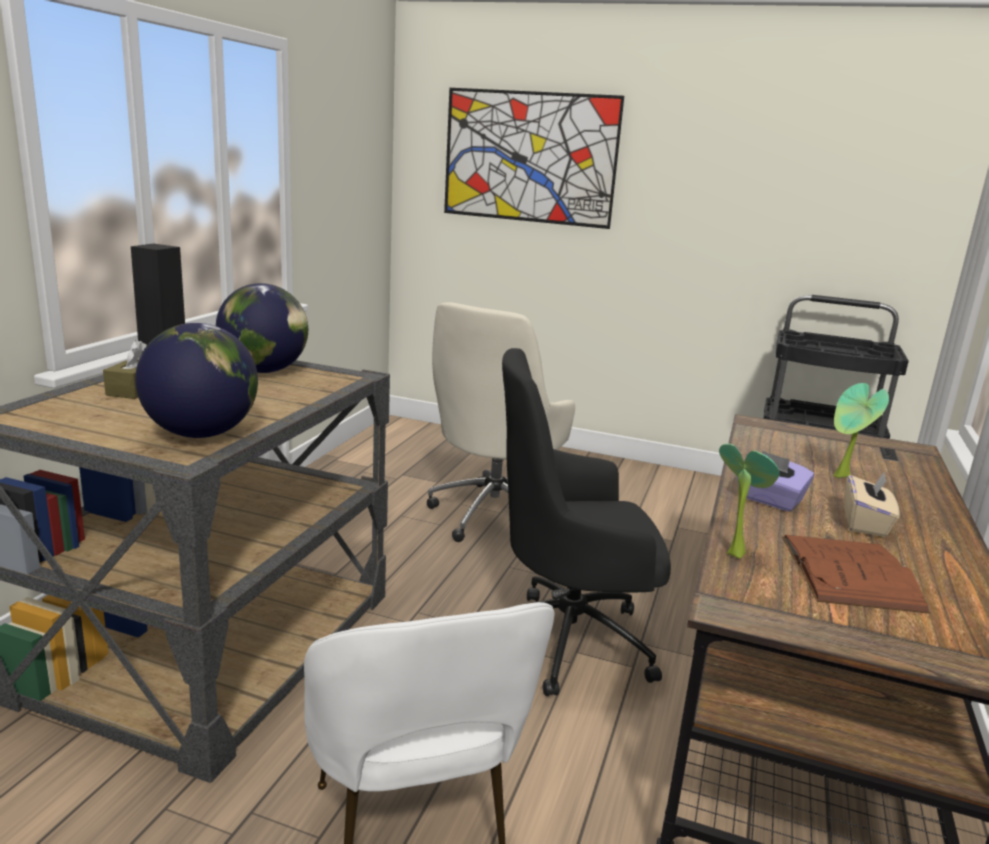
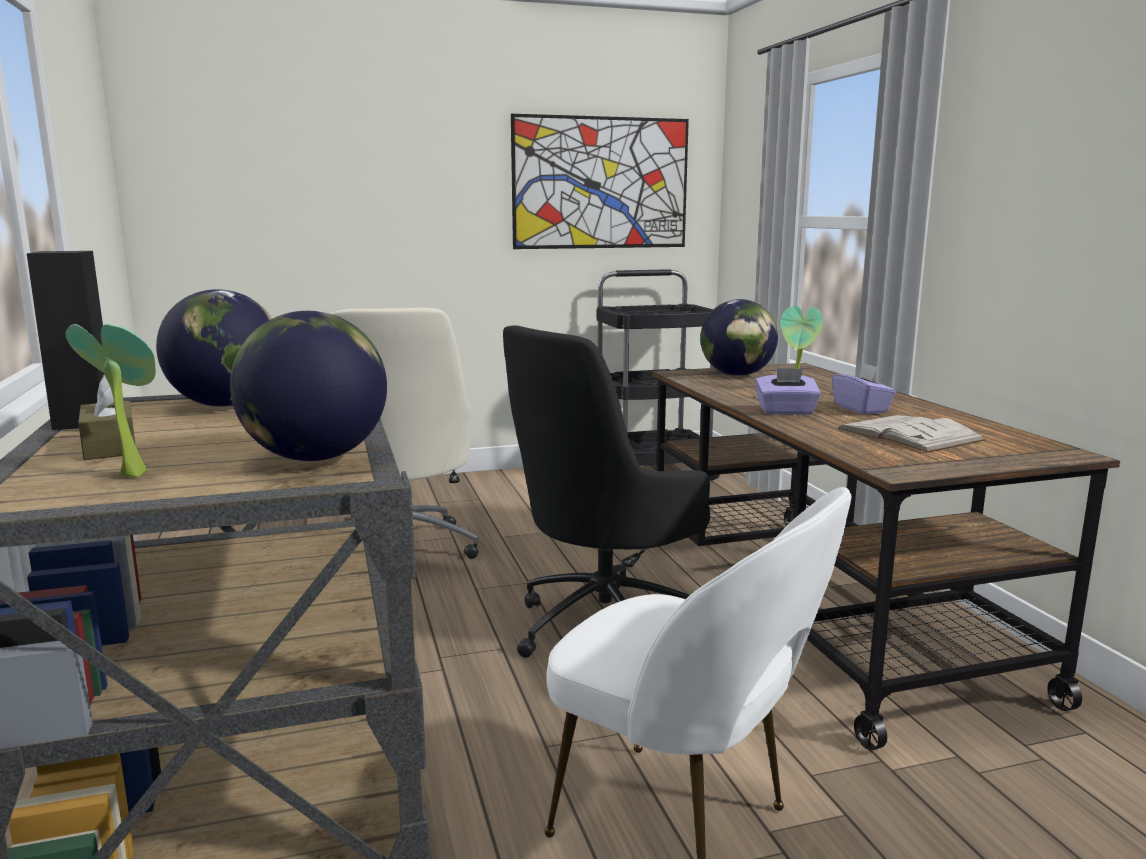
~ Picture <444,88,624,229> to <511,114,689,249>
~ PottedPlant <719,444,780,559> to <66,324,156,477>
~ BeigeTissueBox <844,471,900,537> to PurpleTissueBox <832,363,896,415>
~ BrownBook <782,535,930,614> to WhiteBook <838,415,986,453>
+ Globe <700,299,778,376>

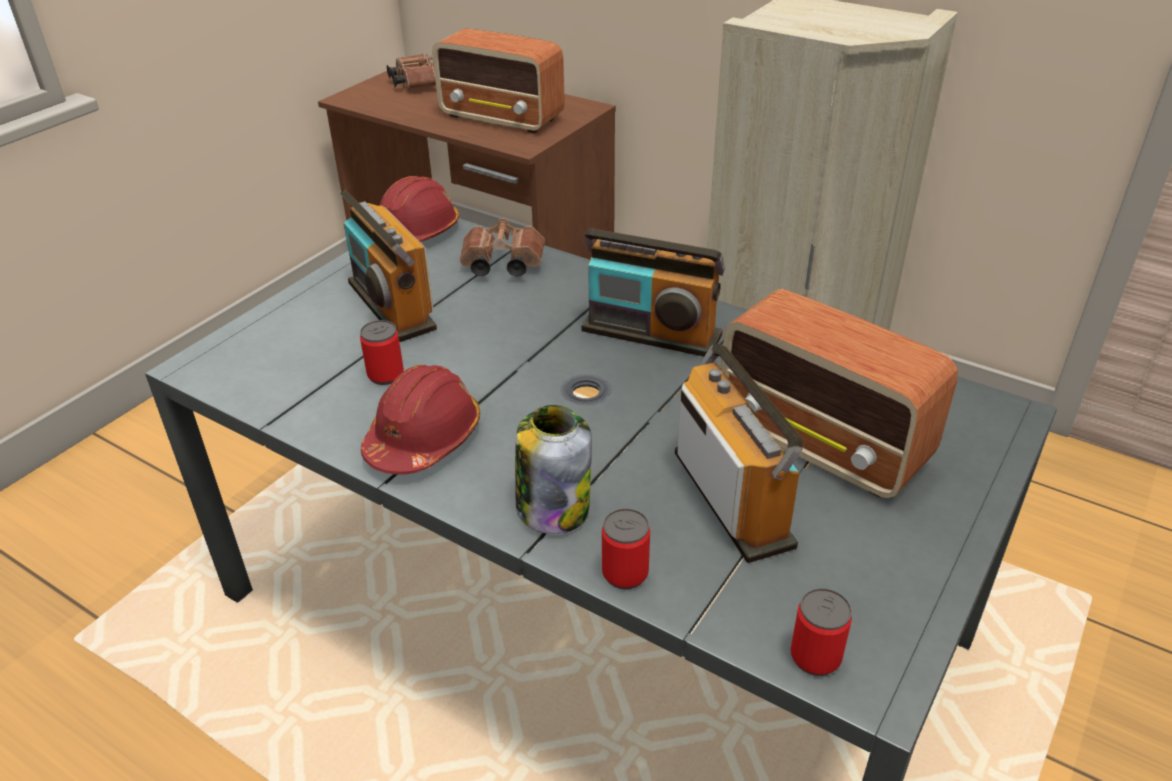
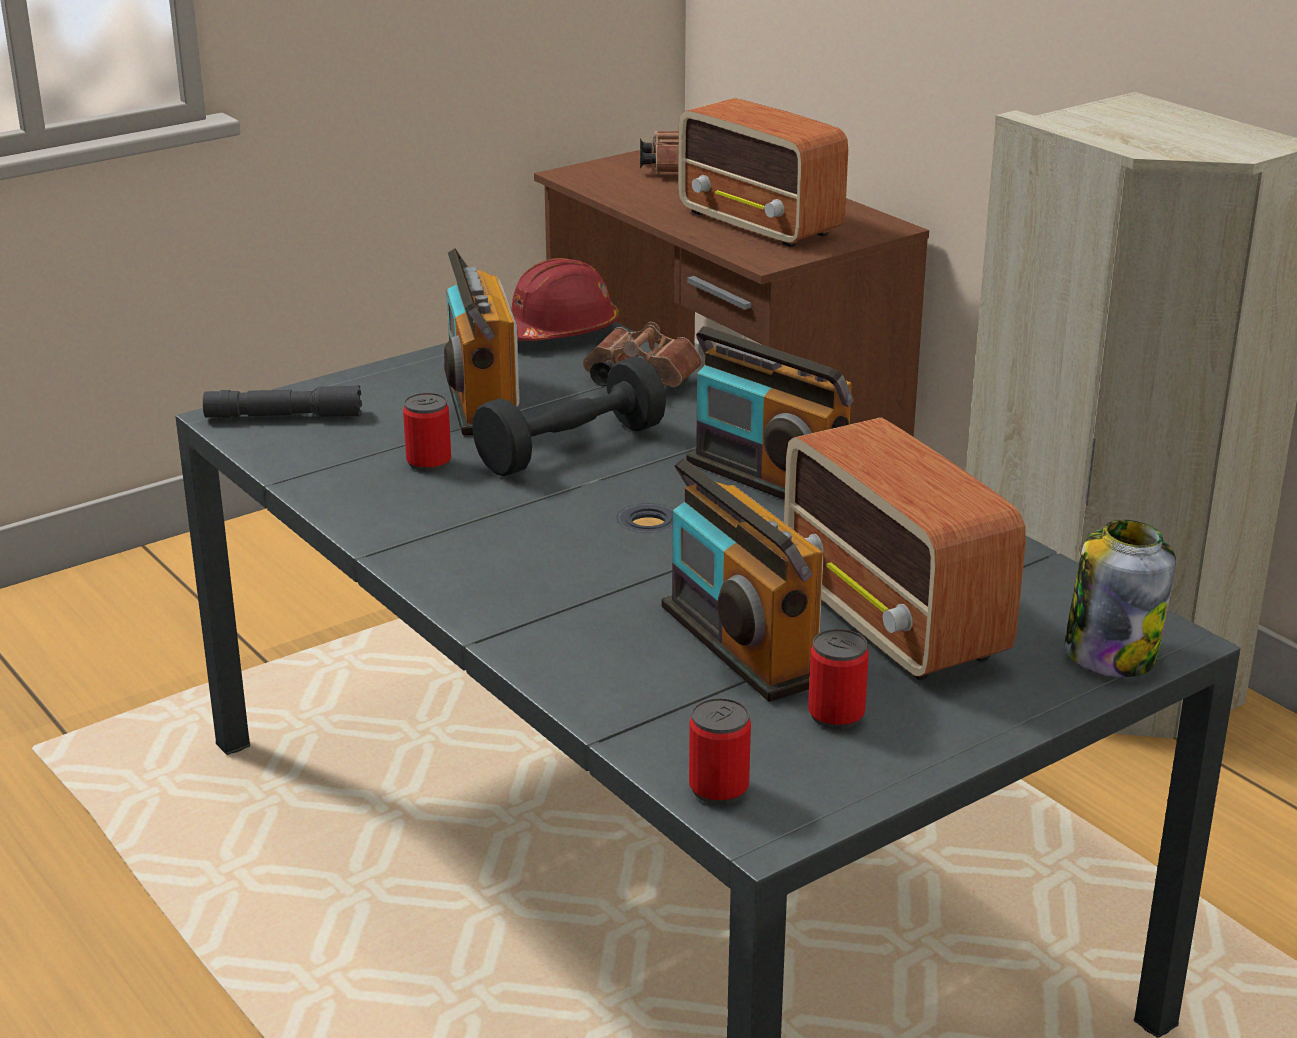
~ Radio <675,343,803,563> = <662,458,823,702> 150 degrees clockwise
- RedHardHat <361,365,480,475>
~ Jar <515,405,592,534> to <1065,520,1176,677>
~ Can <602,508,650,589> to <808,629,869,729>
+ BlackDumbbell <472,357,666,476>
+ GreyFlashlight <203,385,362,418>

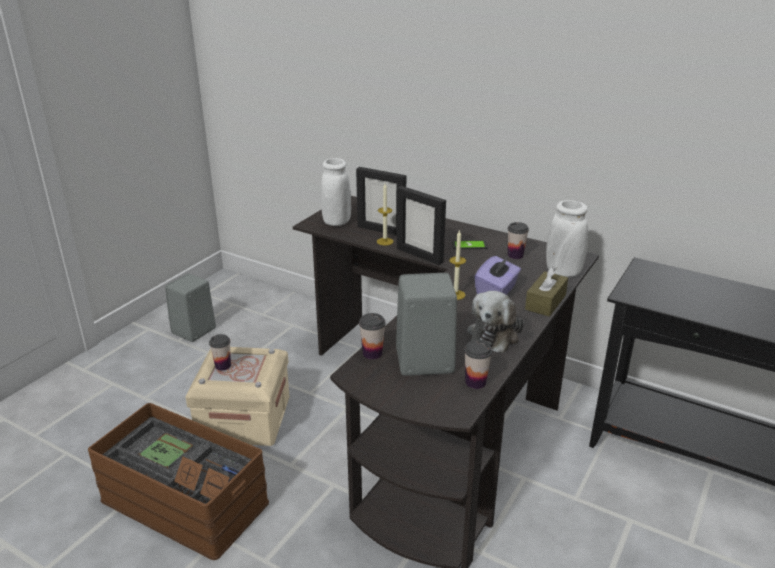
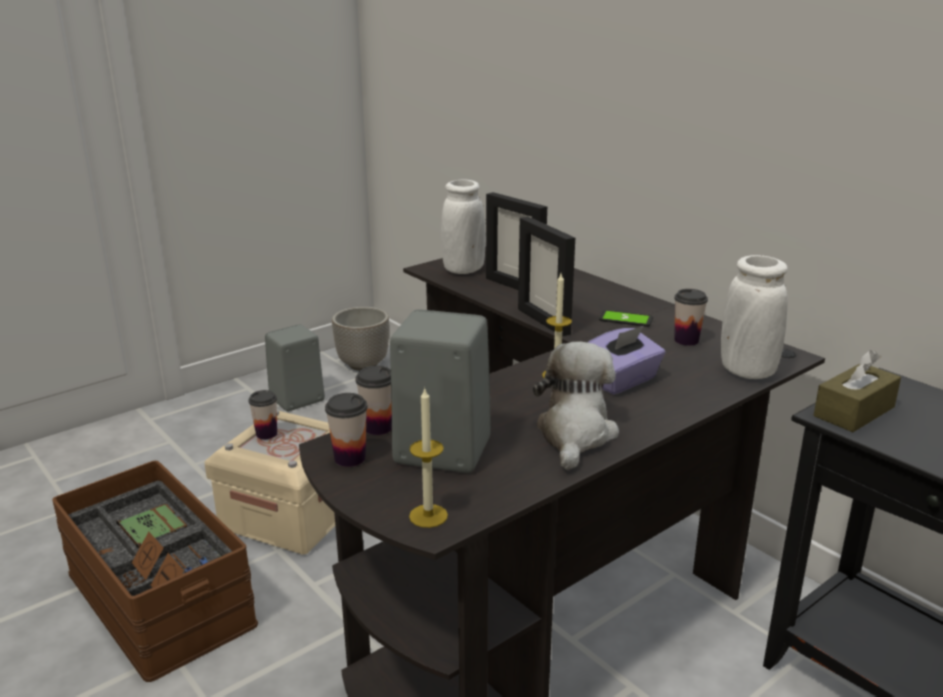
~ Candle <377,184,394,246> to <409,389,448,528>
~ BrownTissueBox <525,266,568,317> to <814,350,901,432>
~ PlushToy <467,291,524,353> = <533,341,619,470> 150 degrees clockwise
~ Cup <464,340,492,389> to <325,393,368,467>
+ Planter <332,307,389,371>

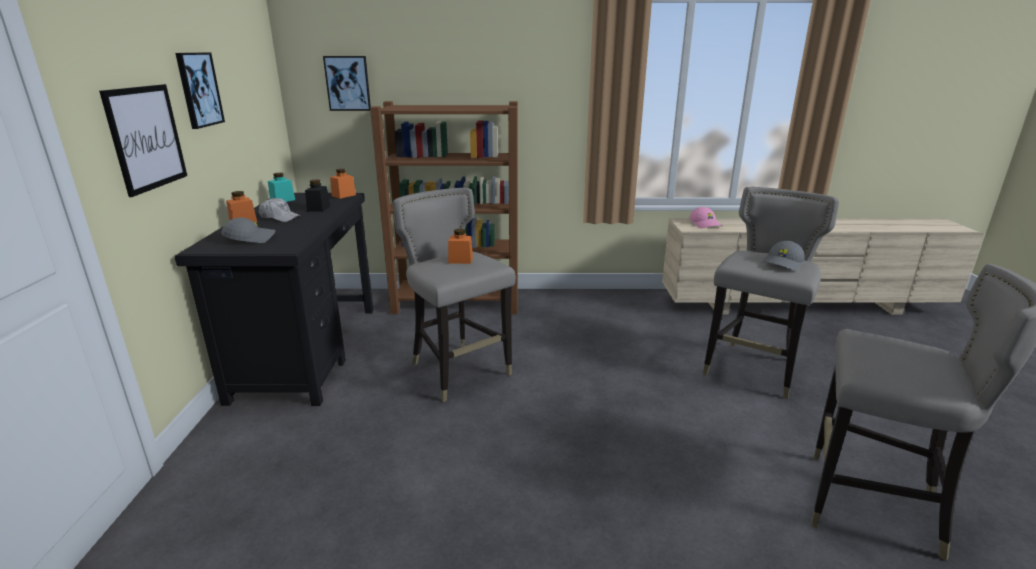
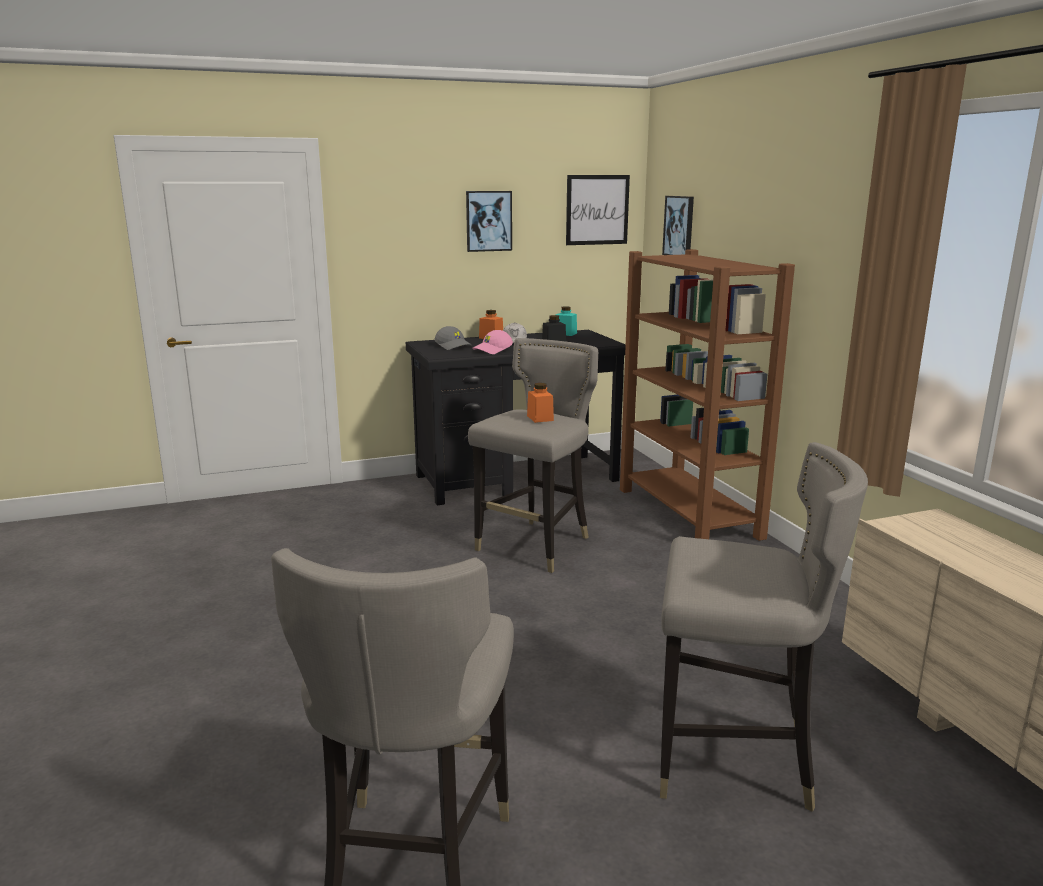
~ Picture <99,84,187,197> to <566,175,630,245>
- OrangeJar <330,169,356,199>
~ PinkCap <689,207,722,228> to <472,330,513,354>
- GreyCap <762,241,805,271>

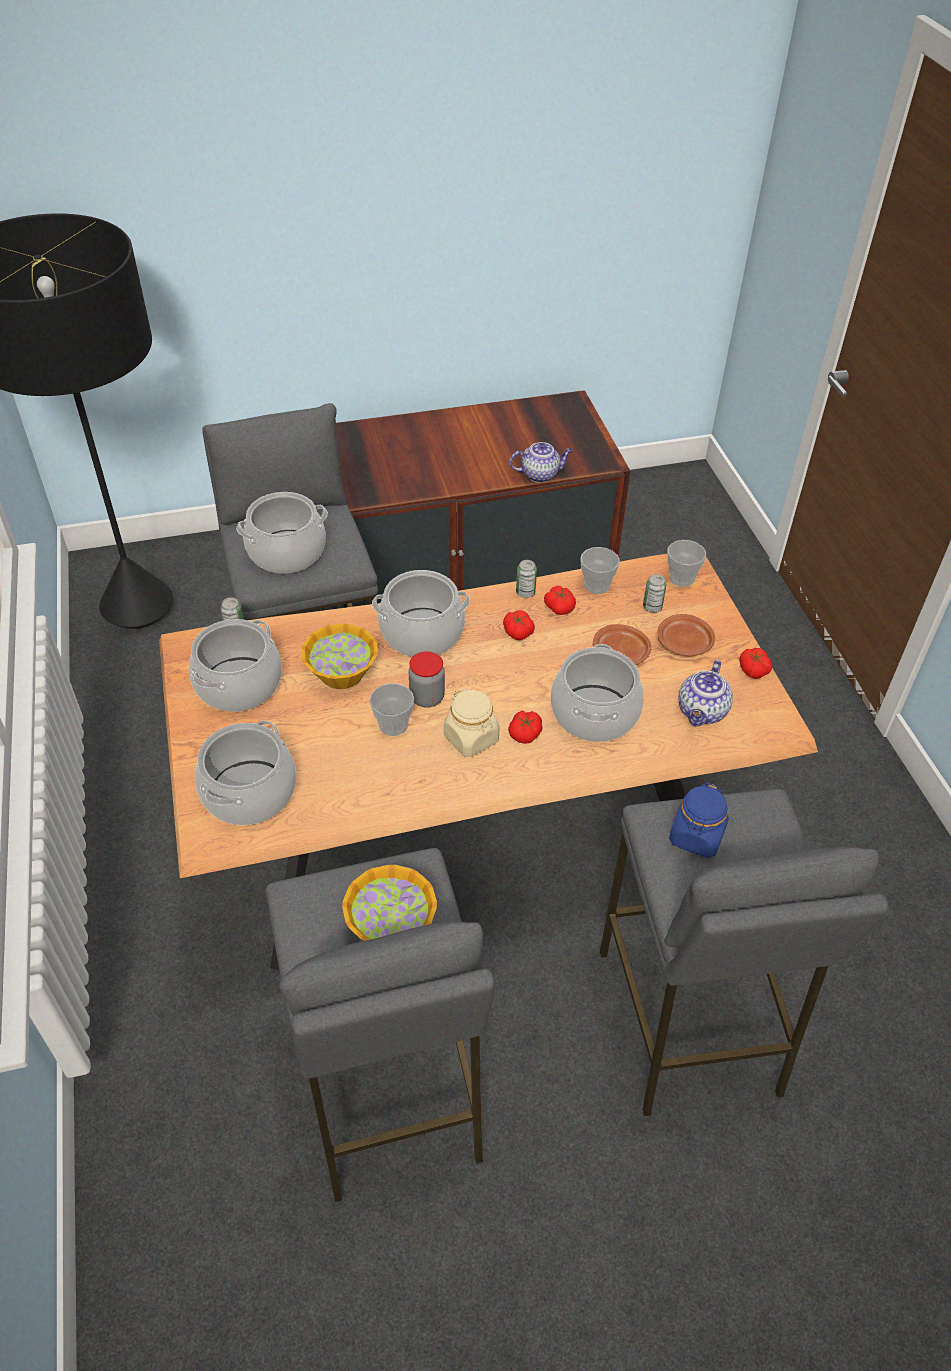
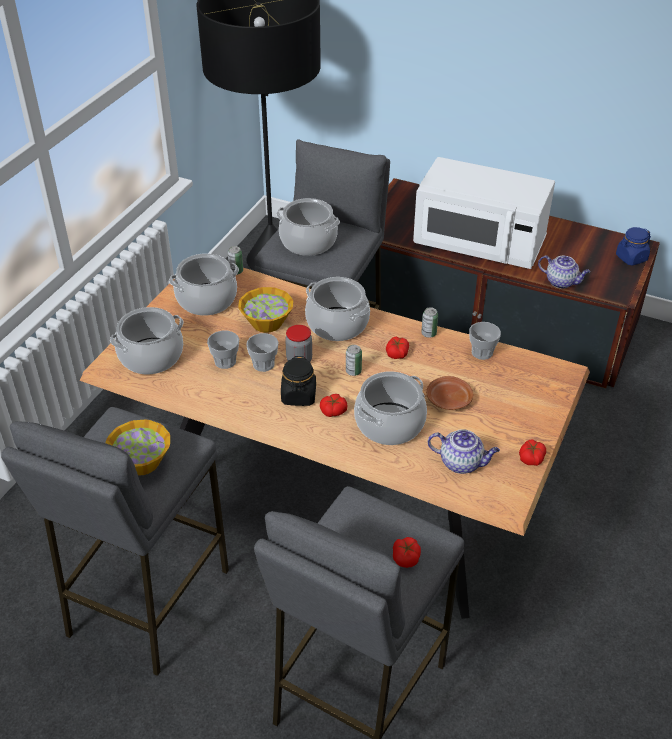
~ Cup <668,540,706,587> to <207,331,239,369>
~ Can <643,574,667,612> to <346,345,362,376>
~ Tomato <544,586,576,615> to <393,537,421,568>
- BrownPlate <657,614,715,656>
~ Teapot <678,660,733,726> = <428,429,500,474> 135 degrees counterclockwise
~ BeigeJar <444,688,499,757> to BlackJar <281,356,316,406>
~ BlueJar <669,783,729,858> to <616,227,651,265>
+ WhiteMicrowave <413,157,555,269>

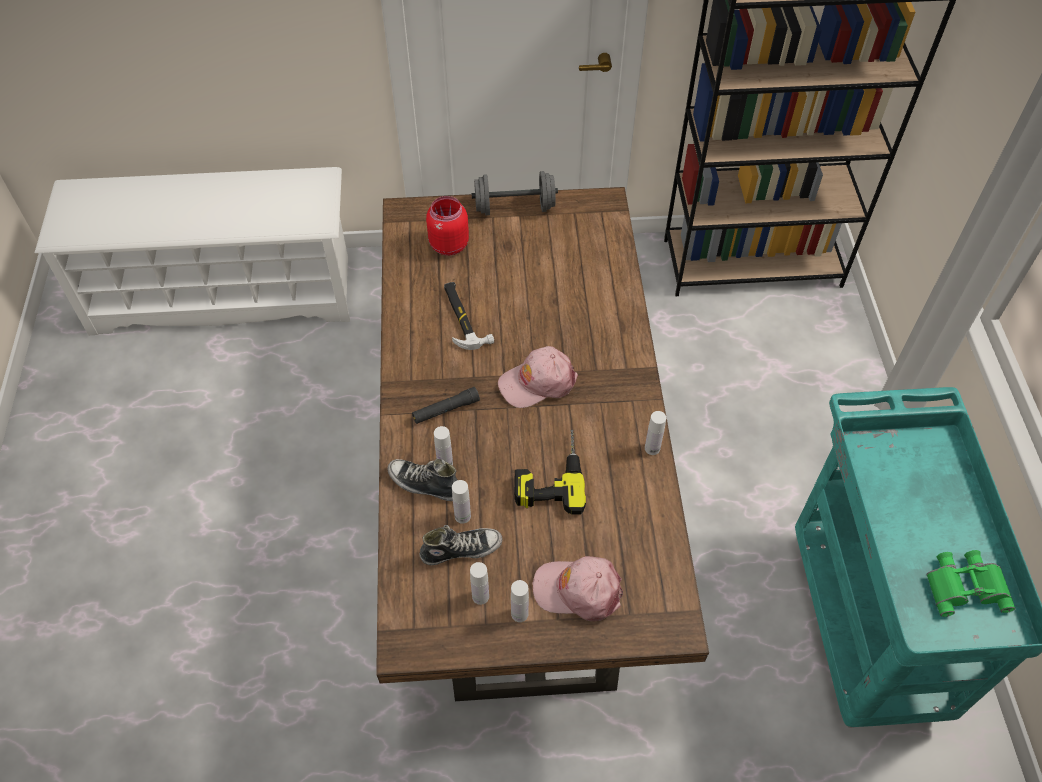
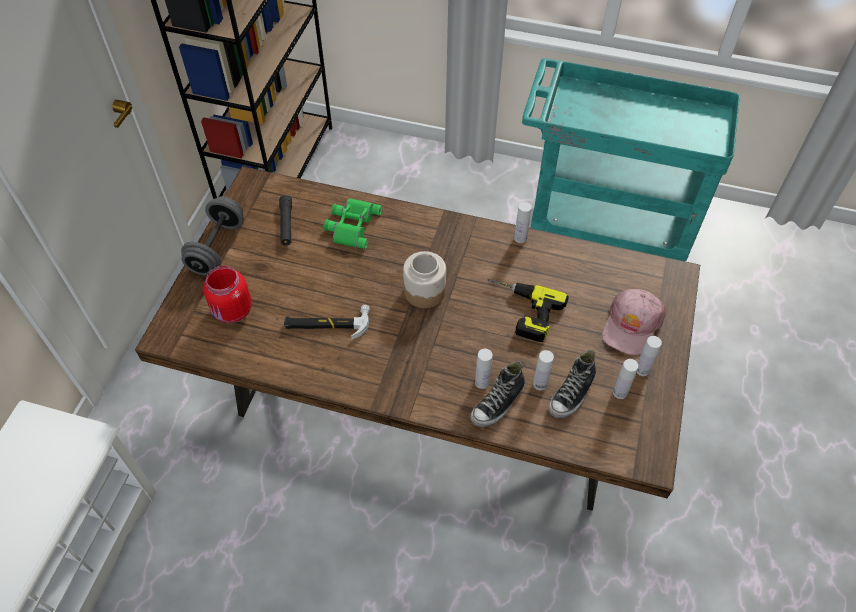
~ PinkCap <498,346,578,408> to Jar <403,251,446,308>
~ BlackFlashlight <412,387,480,424> to <279,195,292,246>
~ Shoe <419,525,503,565> = <549,350,596,419> 150 degrees counterclockwise
~ GreenBinoculars <926,550,1015,617> to <324,198,382,249>

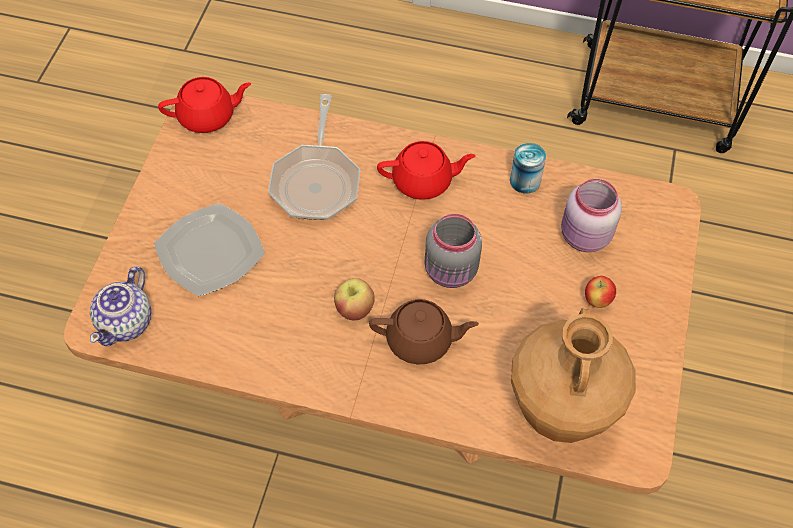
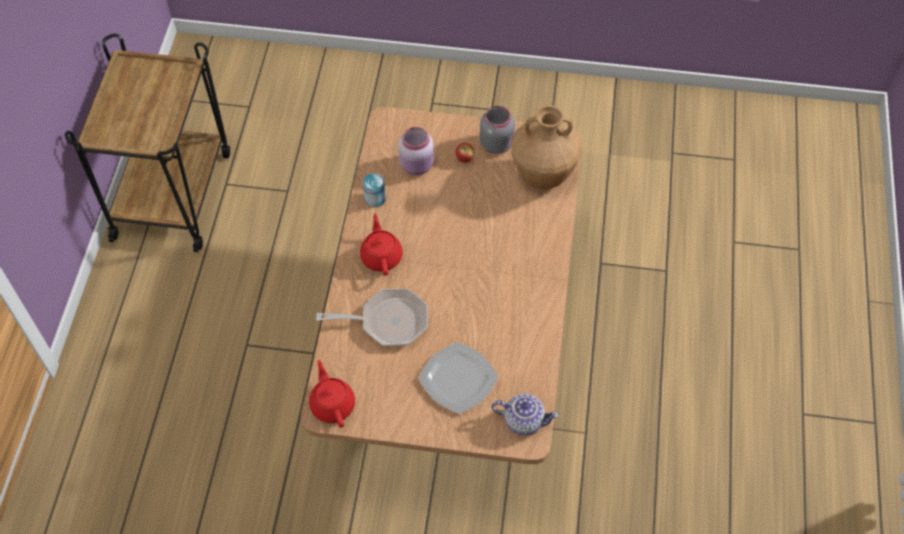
~ GreyJar <424,214,482,288> to <480,106,515,154>
- Apple <334,278,375,320>
- BrownTeapot <369,299,479,364>

